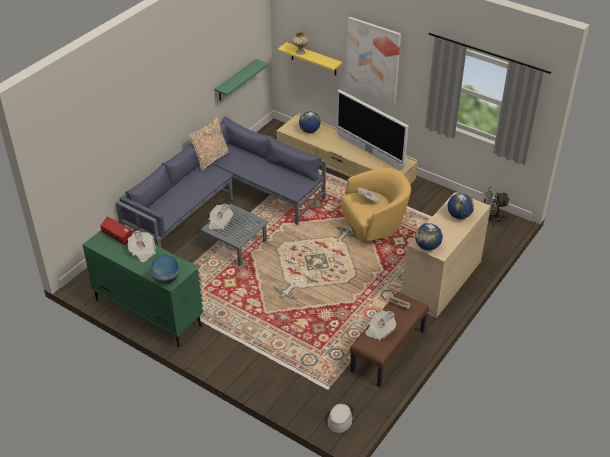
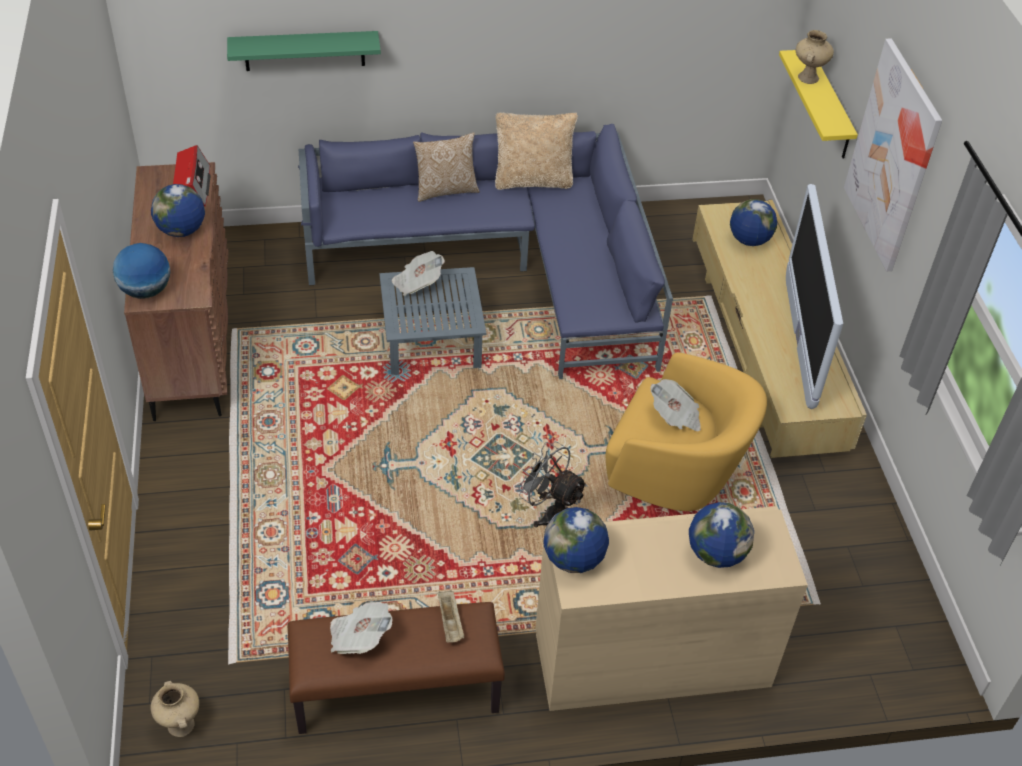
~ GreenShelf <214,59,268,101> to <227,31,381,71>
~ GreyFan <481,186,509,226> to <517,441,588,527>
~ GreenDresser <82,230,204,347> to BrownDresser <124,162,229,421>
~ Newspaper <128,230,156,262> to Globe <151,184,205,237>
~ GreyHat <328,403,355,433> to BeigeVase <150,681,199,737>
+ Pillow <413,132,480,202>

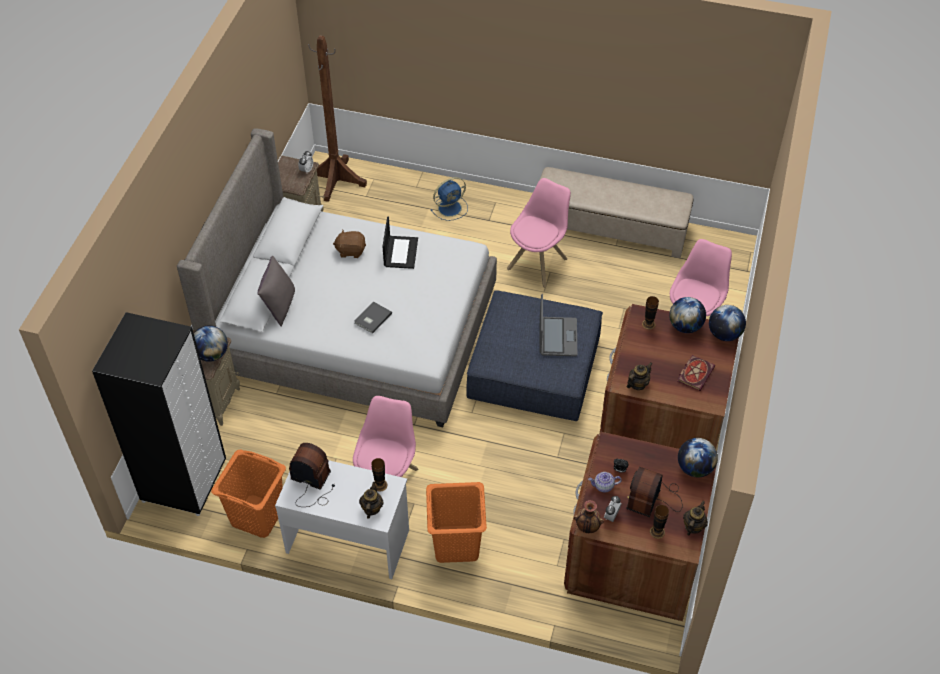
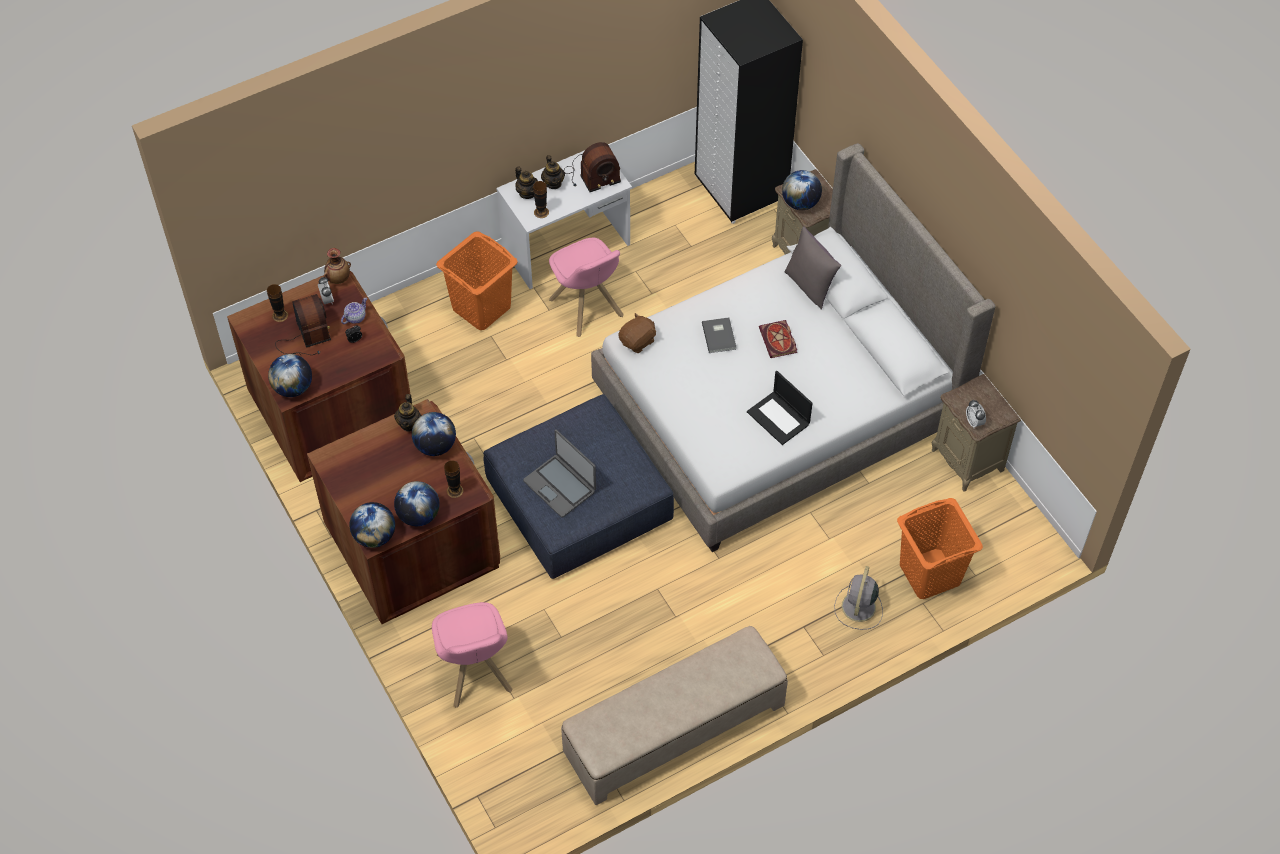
- BrownClothesRack <308,35,367,202>
~ BlueFan <431,177,468,221> to GreyFan <834,566,883,630>
- PinkChair <507,178,571,288>
~ BrownPlushToy <333,229,366,258> to <618,313,656,353>
~ Book <678,355,715,391> to <759,320,797,358>
~ OrangeLaundryBasket <211,450,286,538> to <897,498,983,599>
~ Teapot <683,501,708,536> to <541,155,565,189>
+ Globe <412,412,456,456>

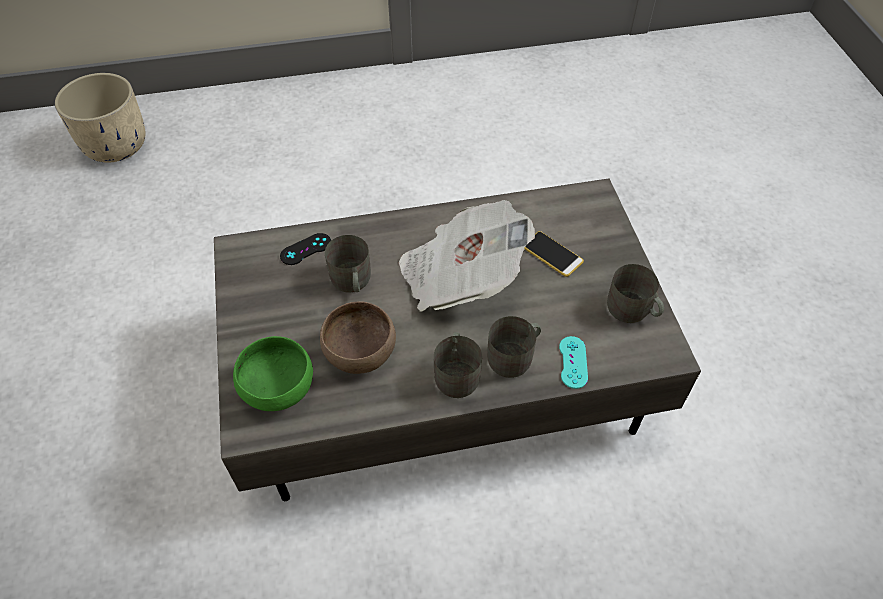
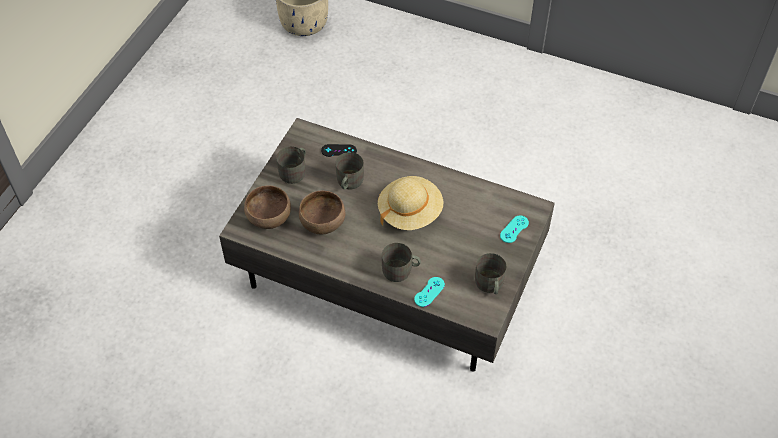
~ Newspaper <398,200,535,311> to BeigeHat <378,176,443,230>
- Phone <525,231,584,277>
~ GreyMug <434,332,482,398> to <276,147,306,184>
~ GreenBowl <233,336,313,411> to BrownBowl <244,185,291,229>
+ TurquoiseGameController <500,215,529,243>

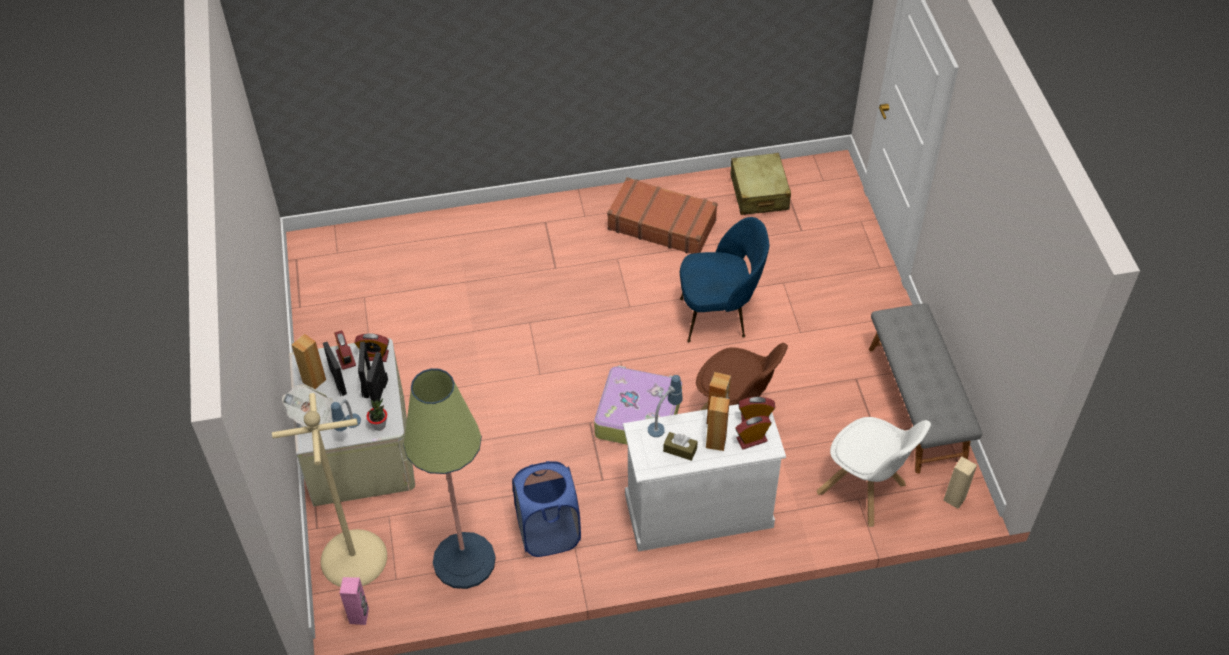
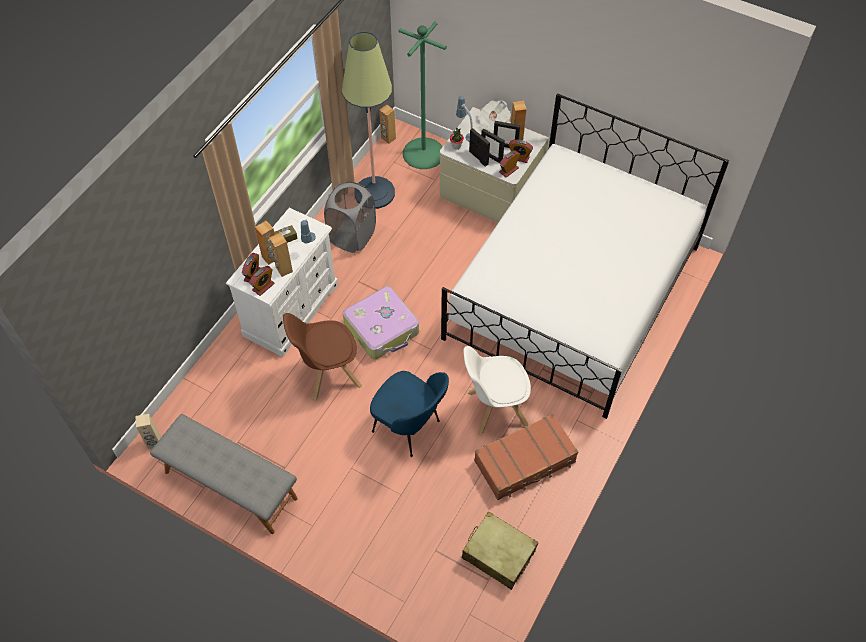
~ BlueChair <680,217,769,342> = <370,371,449,457> 90 degrees counterclockwise
~ BeigeClothesRack <272,393,387,587> to GreenClothesRack <398,22,447,169>
~ WhiteChair <817,417,931,527> to <464,346,531,436>
~ BlueLaundryBasket <512,461,581,557> to GreyLaundryBasket <324,181,376,253>
~ PinkSpeaker <340,577,369,625> to BrownSpeaker <379,105,396,144>
+ WhiteBed <441,93,729,419>

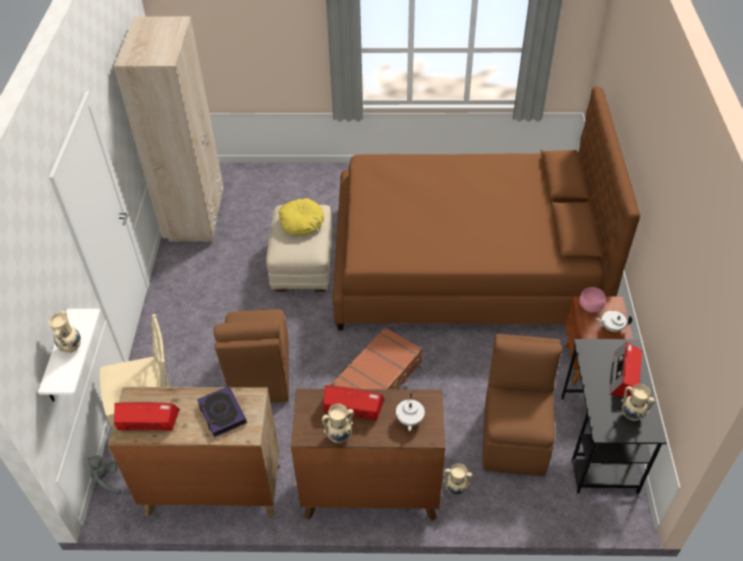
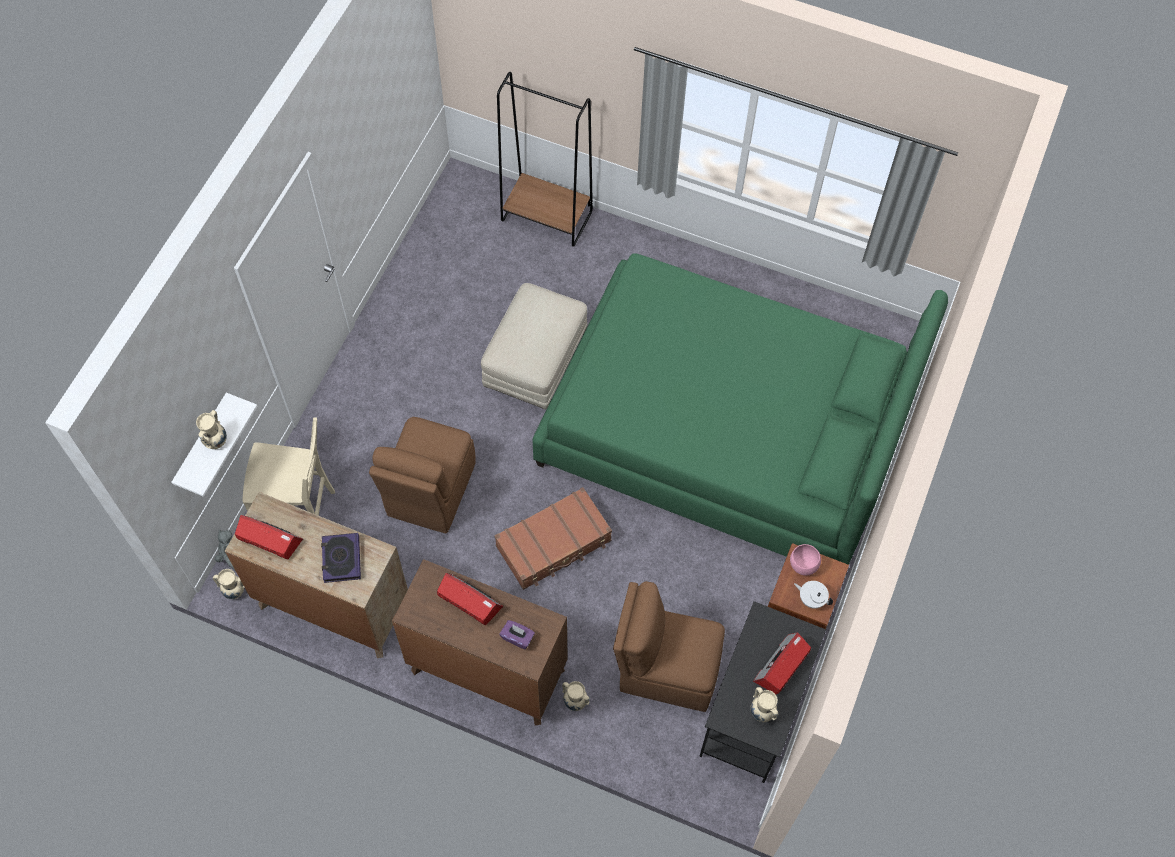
- BeigeWardrobe <114,16,224,242>
~ BrownBed <333,86,640,331> to GreenBed <533,253,948,565>
- YellowPillow <278,198,324,235>
~ BrownChair <483,334,562,476> = <613,582,725,712> 105 degrees counterclockwise
~ WhiteTeapot <396,392,425,431> to PurpleTissueBox <500,620,535,649>
~ BeigeVase <322,404,354,443> to <213,569,245,599>
+ ClothesRack <497,72,593,247>

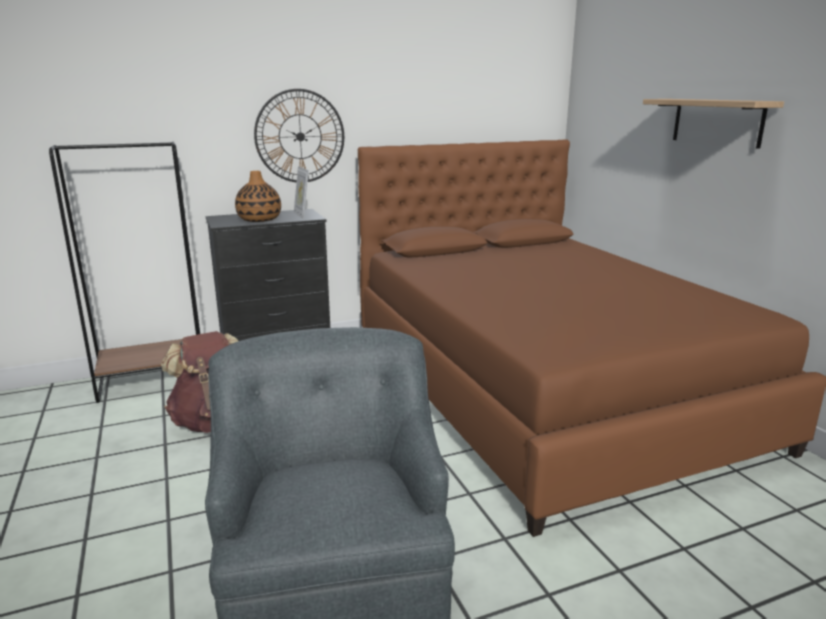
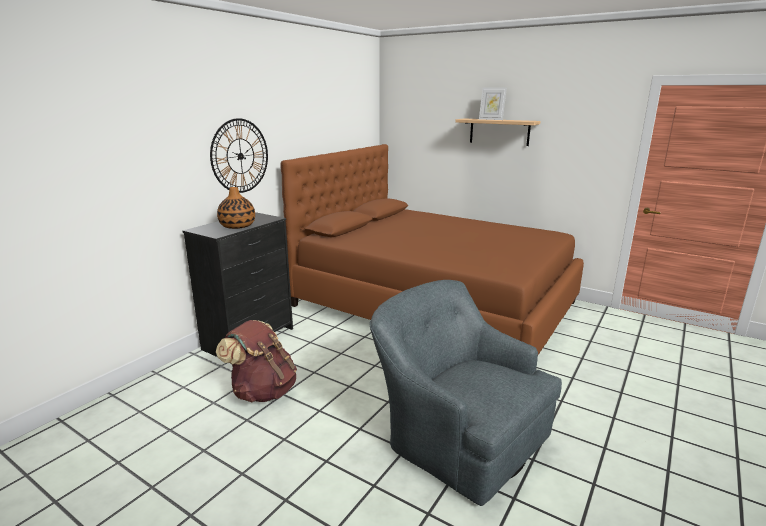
- ClothesRack <49,141,200,403>
~ PictureFrame <294,166,309,219> to <479,87,507,120>

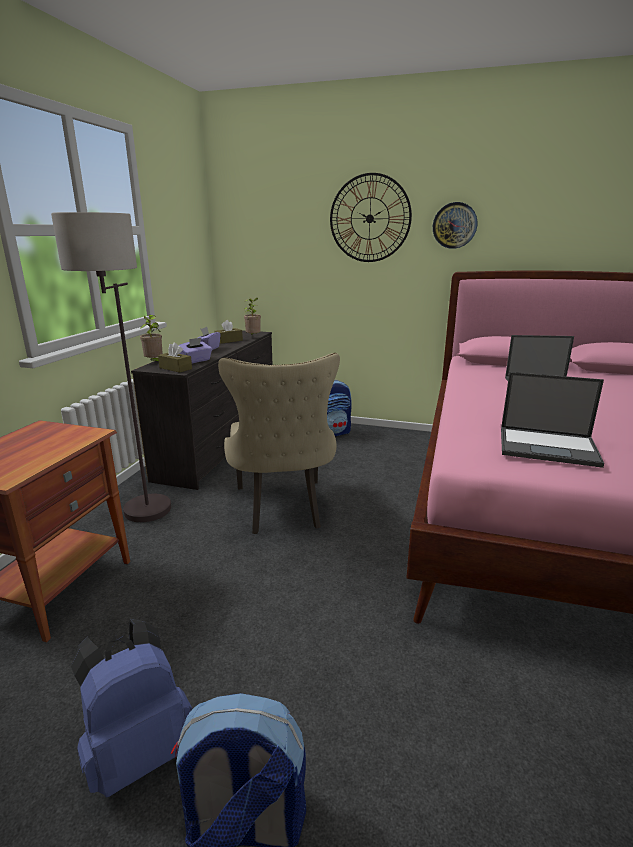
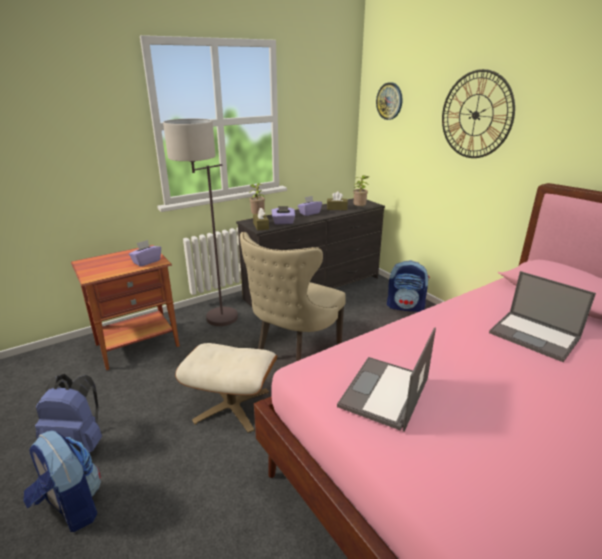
~ WallClock <433,202,477,249> to <376,82,402,120>
~ Laptop <501,372,604,468> = <337,327,436,432> 60 degrees clockwise
+ PurpleTissueBox <129,240,161,267>
+ BeigeOttoman <175,343,277,433>

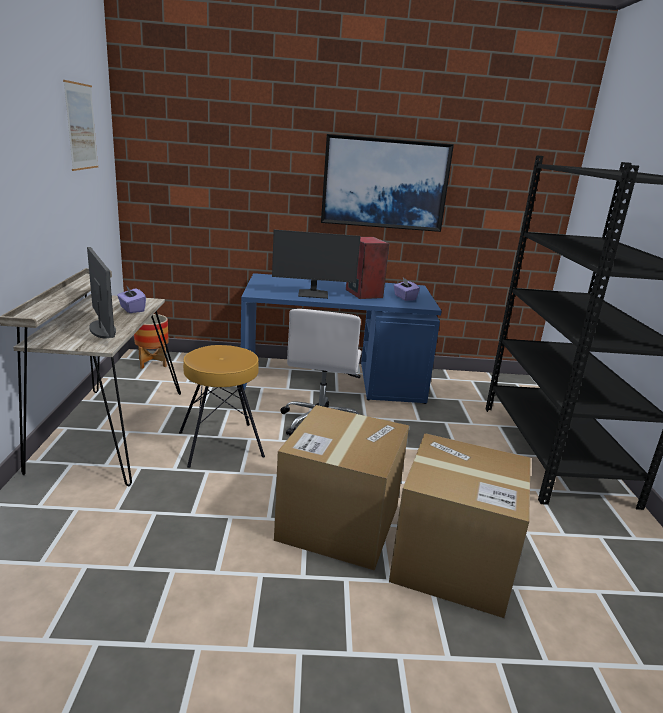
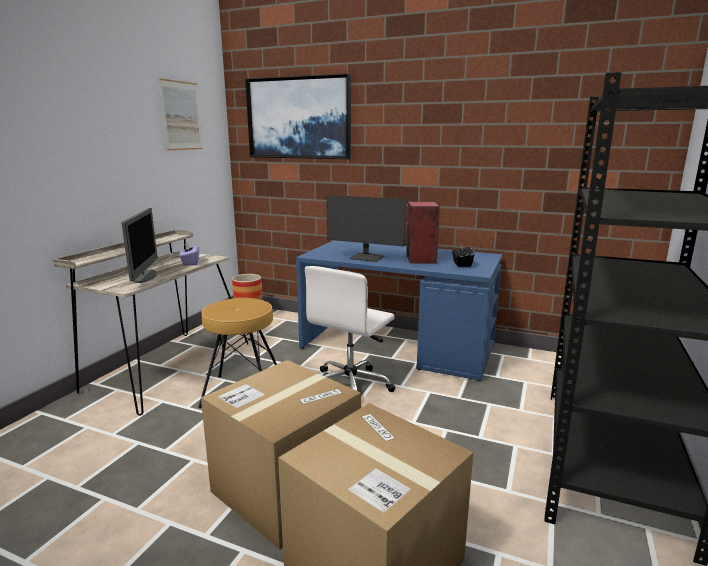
~ Picture <321,134,454,232> to <245,73,351,159>
~ PurpleTissueBox <393,278,420,301> to BlackTissueBox <452,244,474,267>

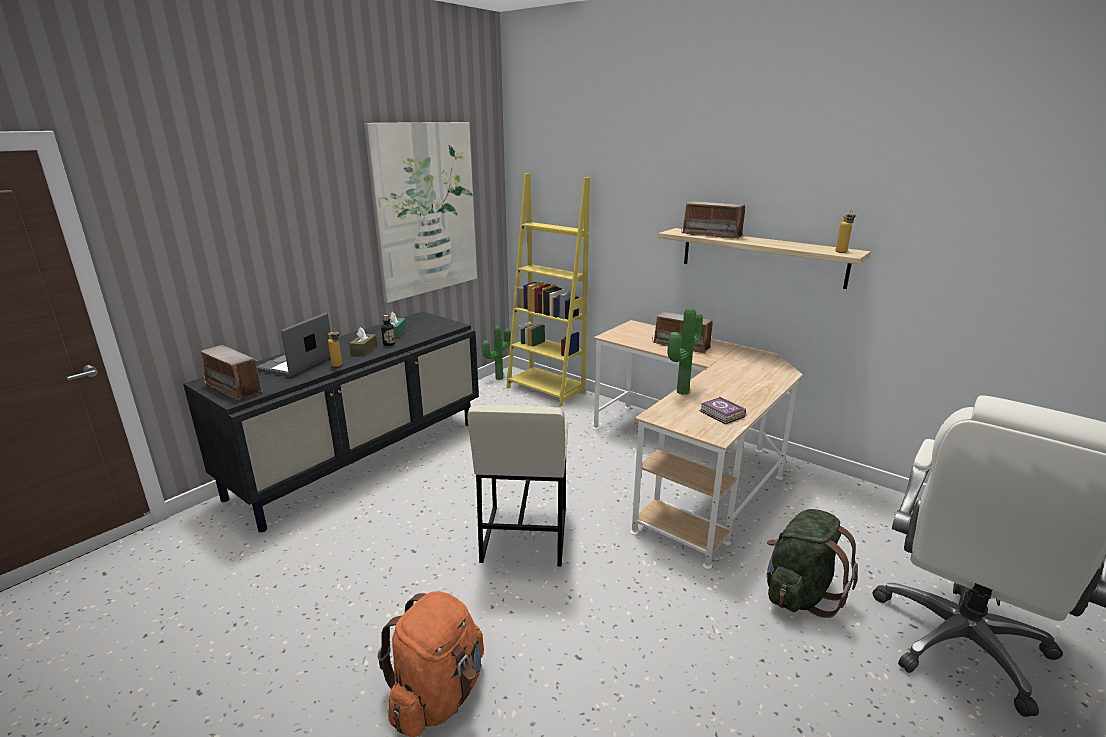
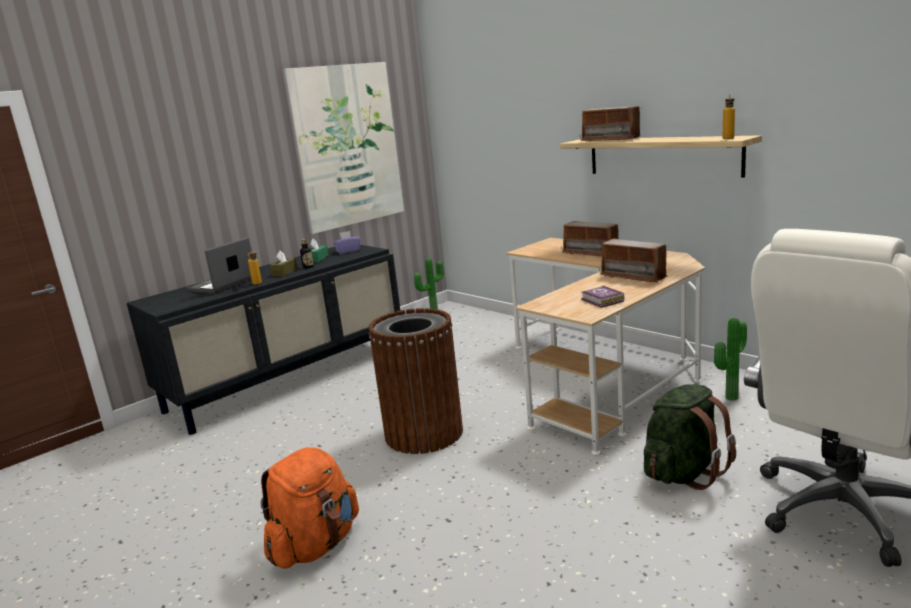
- YellowBookcase <506,173,590,407>
~ PottedPlant <667,308,703,395> to <714,318,747,401>
~ Radio <201,345,264,401> to <599,239,670,283>
~ BeigeChair <467,405,568,566> to BrownTrashCan <369,308,463,454>
+ PurpleTissueBox <333,231,361,254>

